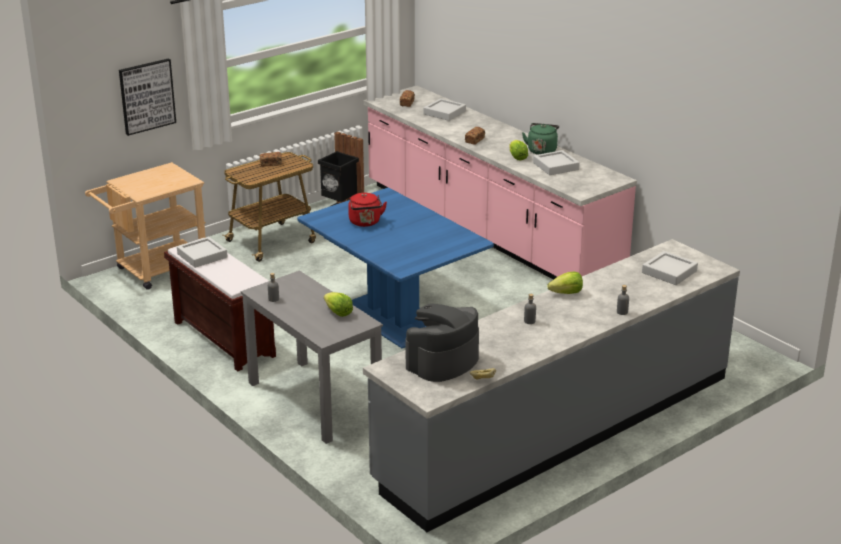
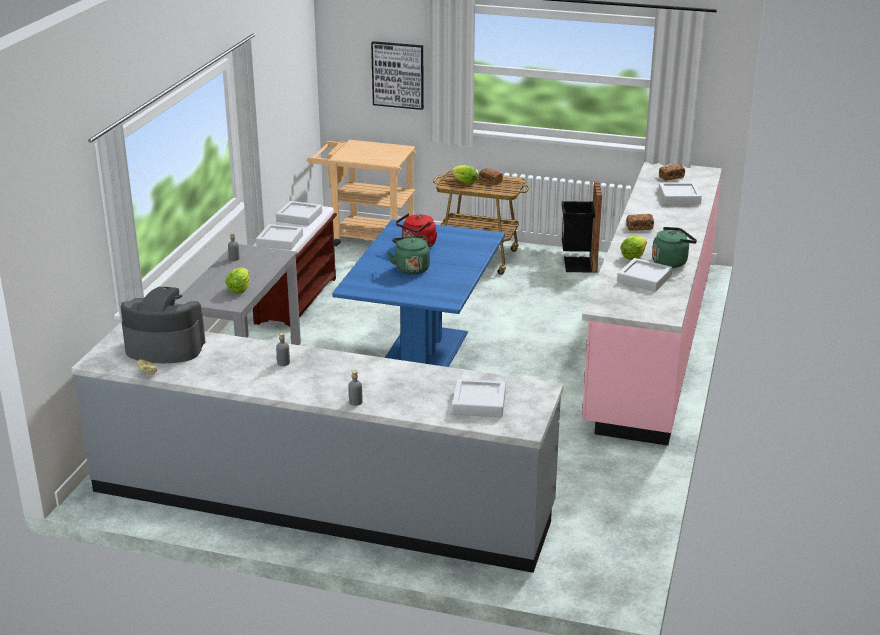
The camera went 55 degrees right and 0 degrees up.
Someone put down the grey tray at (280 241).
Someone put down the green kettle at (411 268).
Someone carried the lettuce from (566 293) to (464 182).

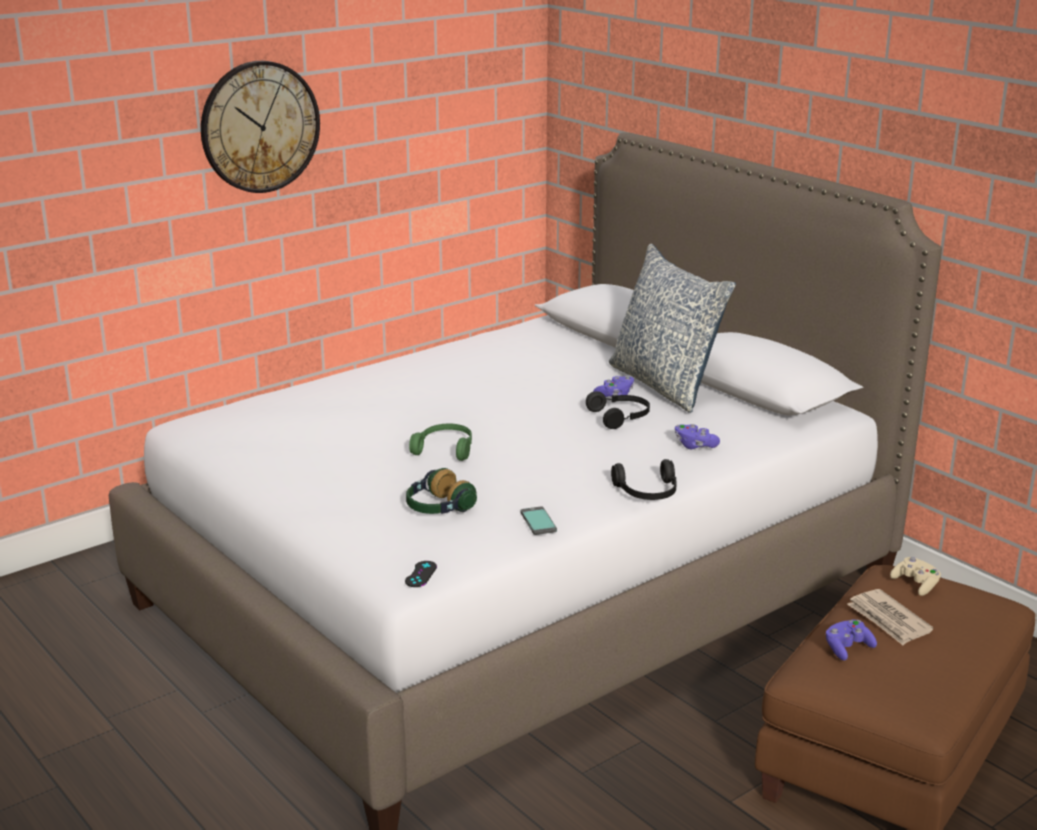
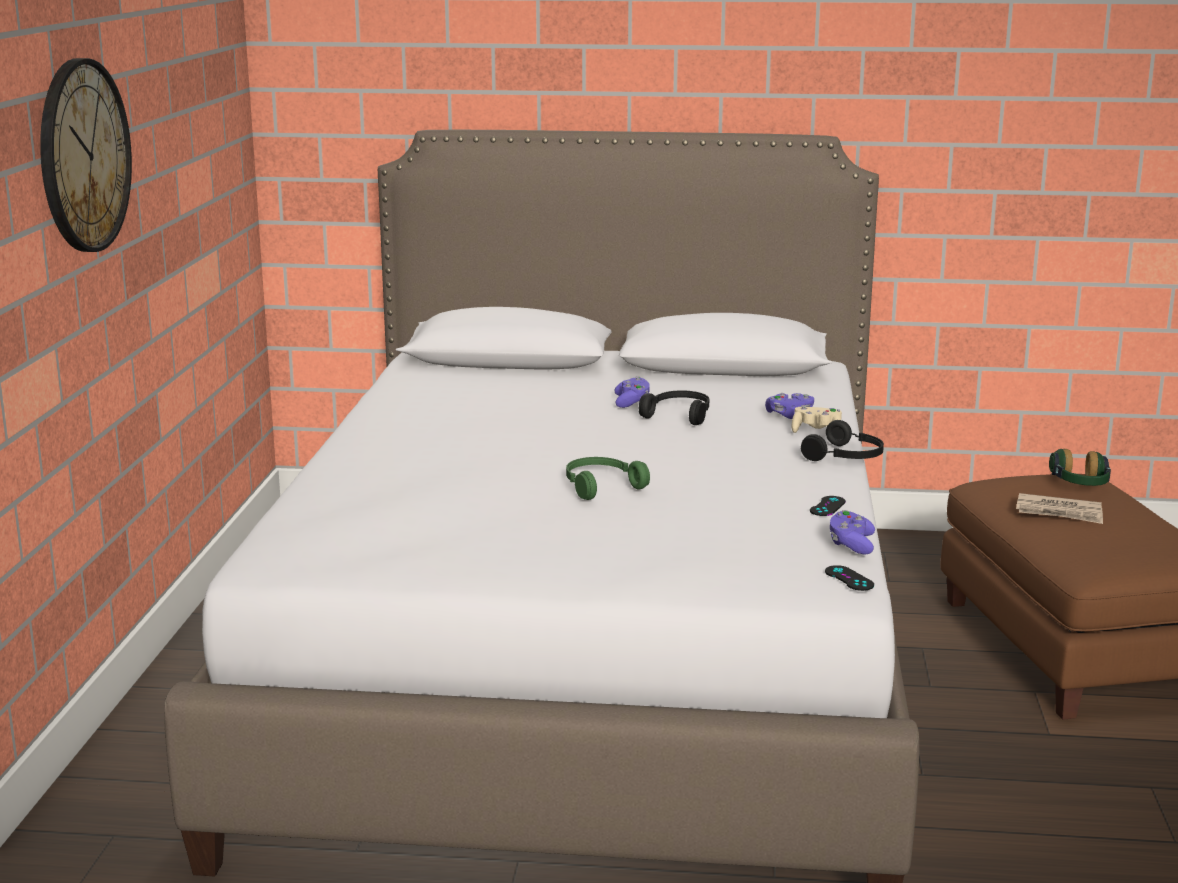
The camera went 45 degrees left and 5 degrees down.
Someone took away the pillow at (665 385).
Someone carried the headphones from (438 509) to (1080 485).
Someone carried the purple game controller from (847 648) to (851 545).
Someone carried the beige game controller from (916 584) to (816 431).
Someone swapped the phone at (538 522) for the black game controller at (827 506).

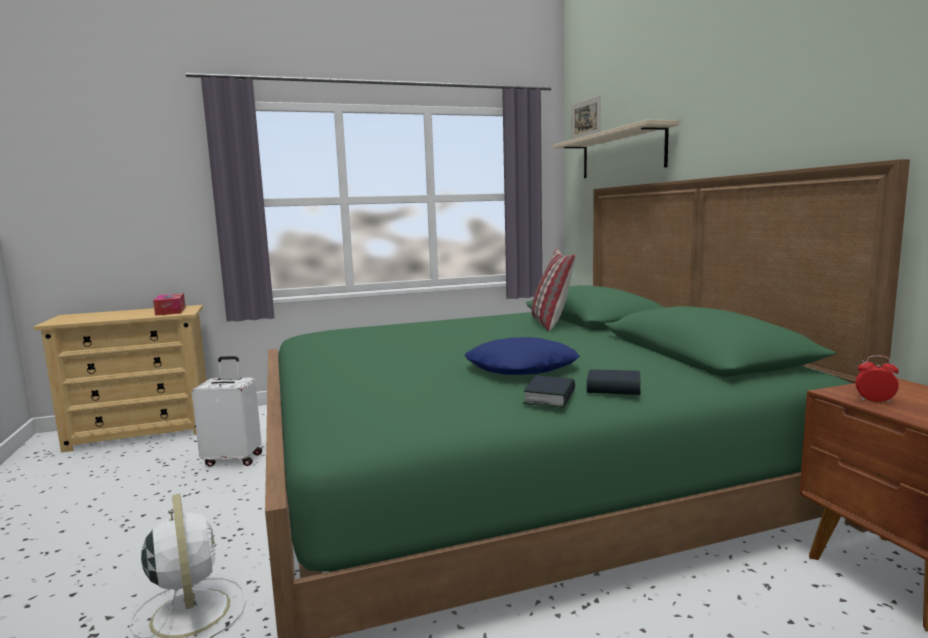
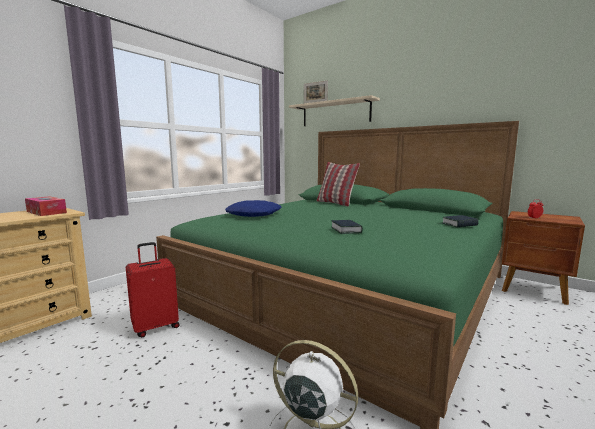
The camera went 35 degrees left and 0 degrees up.
Someone carried the blue pillow from (521 368) to (253 215).
Someone carried the book from (550 398) to (346 230).
Someone repainted the white suitcase at (233 459), which became the red suitcase at (155 327).

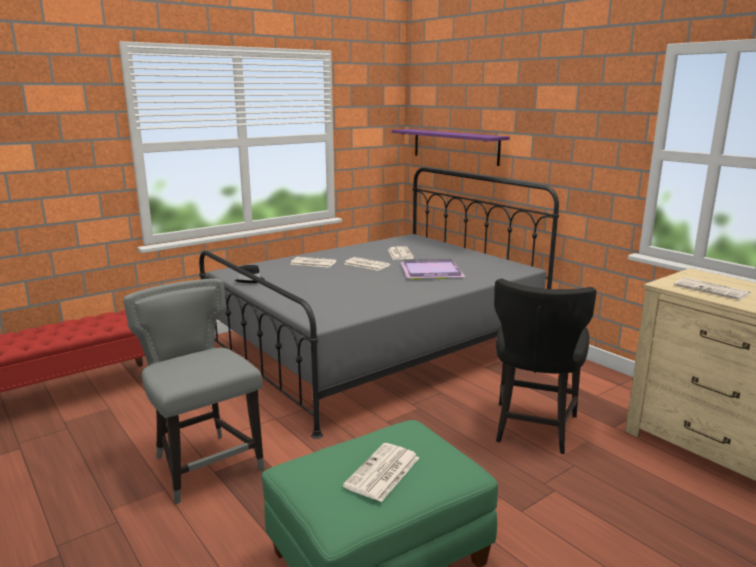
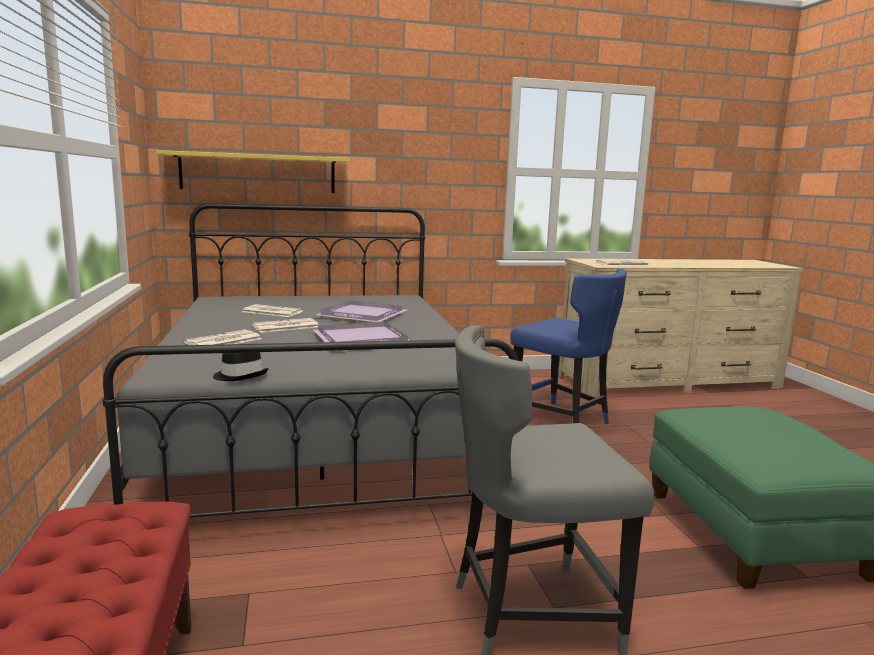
The camera went 65 degrees left and 5 degrees down.
Someone took away the newspaper at (382 473).
Someone put down the purple tray at (363 339).
Someone repainted the purple shelf at (455 146), which became the yellow shelf at (258 173).
Someone repainted the black chair at (532 428), which became the blue chair at (562 421).

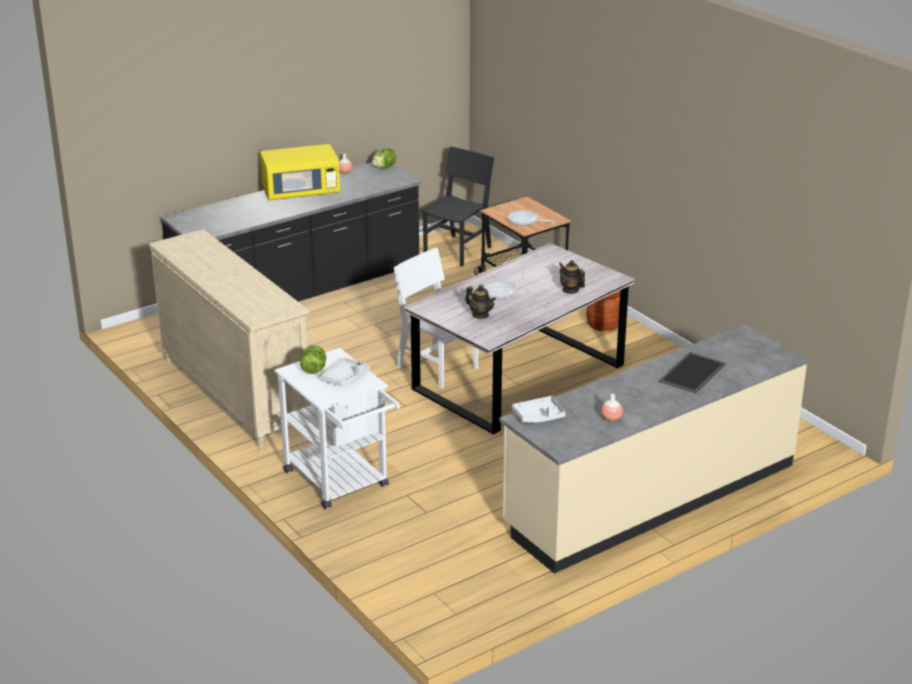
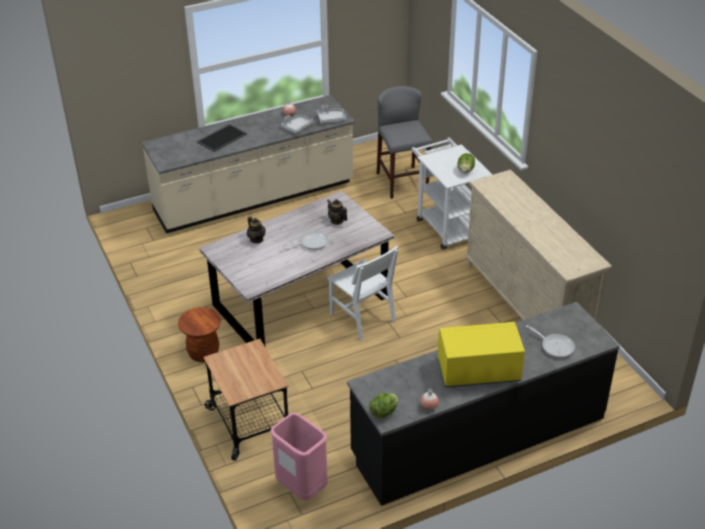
The camera went 170 degrees left and 10 degrees up.
Someone put down the grey stool at (402 182).
Someone carried the grey tray from (346 378) to (297 127).
Someone carried the frying pan from (525 221) to (555 346).
Someone swapped the black chair at (457 251) for the pink trash can at (301 488).

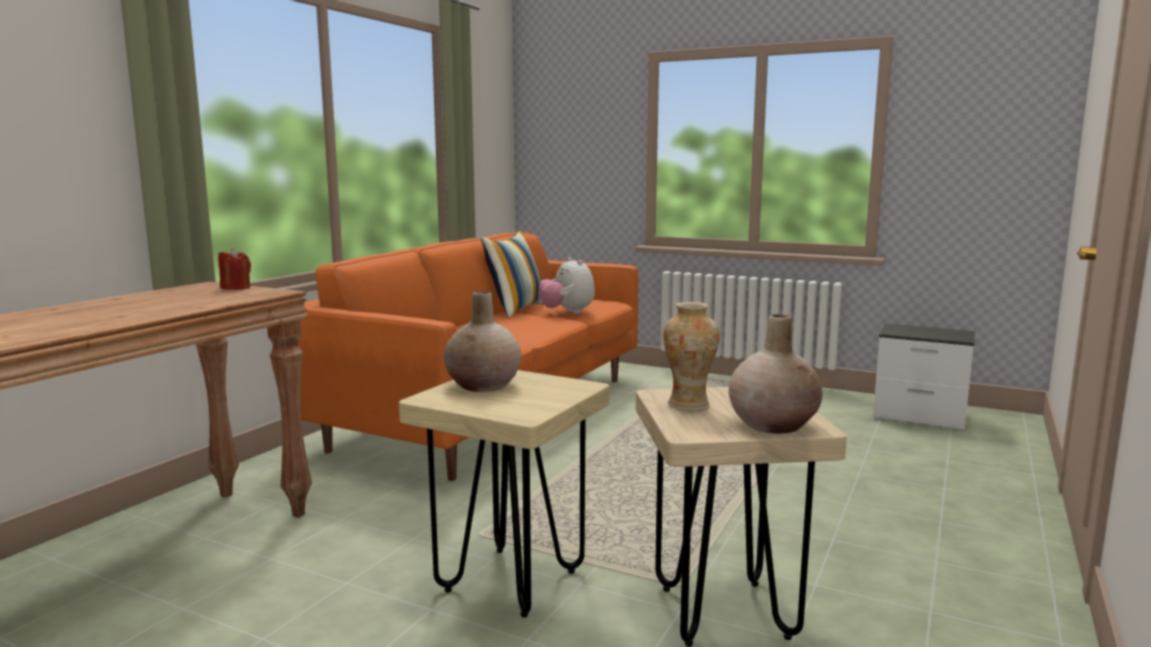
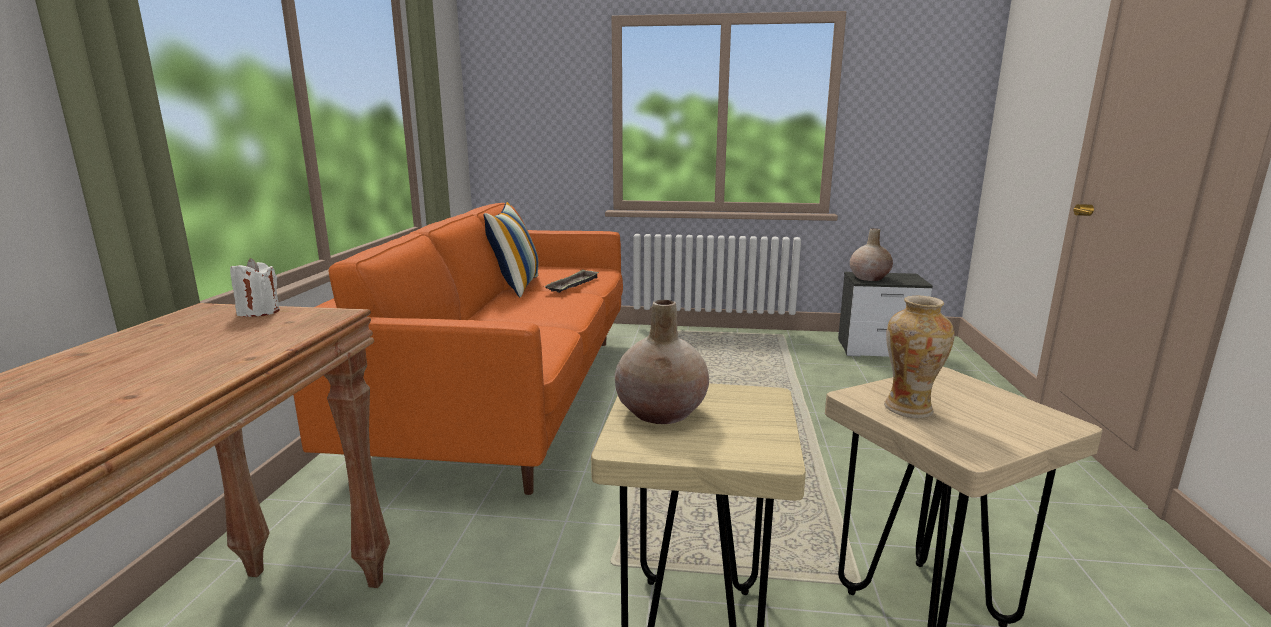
The camera went 20 degrees left and 5 degrees up.
Someone carried the beige vase from (773 424) to (869 278).
Someone swapped the plush toy at (567 312) for the tray at (573 285).
Someone repainted the red candle at (236 287), which became the white candle at (259 312).

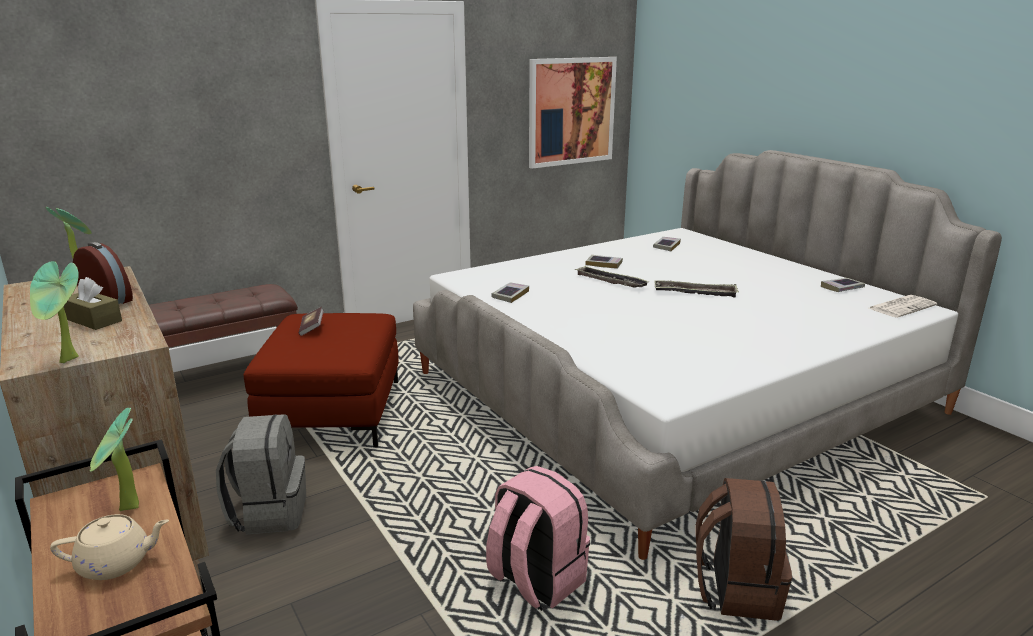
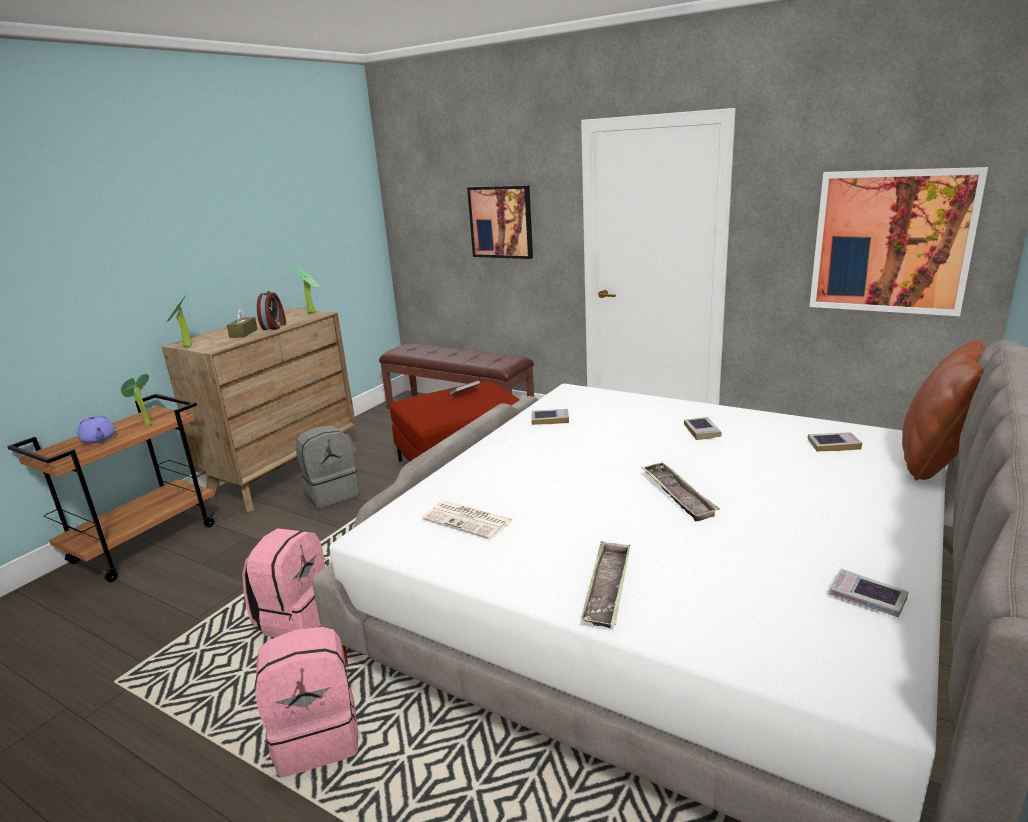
The camera went 65 degrees right and 0 degrees up.
Someone put up the picture at (501 222).
Someone put down the brown pillow at (937 461).
Someone carried the tray from (610 281) to (607 588).
Someone carried the newspaper from (902 307) to (469 520).
Someone repainted the beige teapot at (116 563), which became the purple teapot at (99 439).
Someone repainted the brown backpack at (735 589), which became the pink backpack at (317 737).

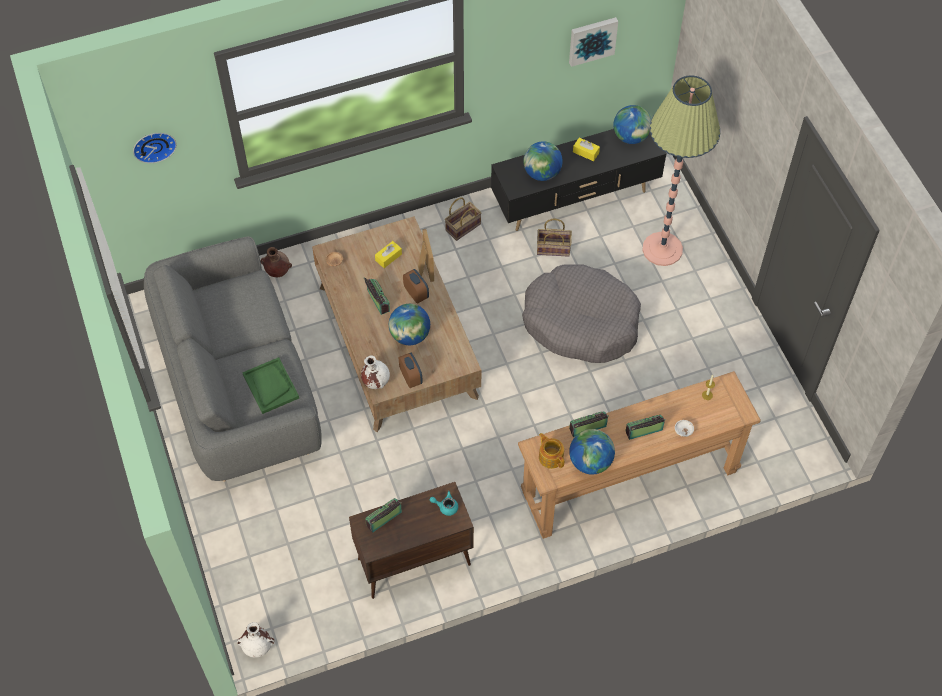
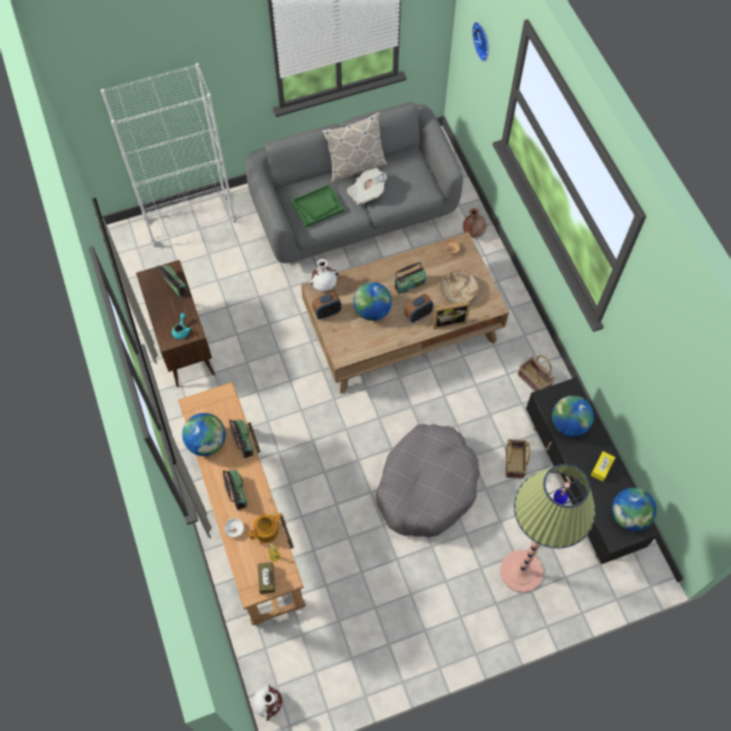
The camera went 90 degrees right and 5 degrees up.
Someone took away the picture at (592 40).
Someone put down the white bookcase at (190 221).
Someone put down the brown tissue box at (266 579).
Someone put down the pillow at (355 166).
Someone put down the newspaper at (366 192).
Someone carried the white vase from (258 647) to (268 704).
Someone carried the teapot from (551 457) to (267 531).
Someone swapped the yellow tissue box at (388 257) for the beige bowl at (458 292).

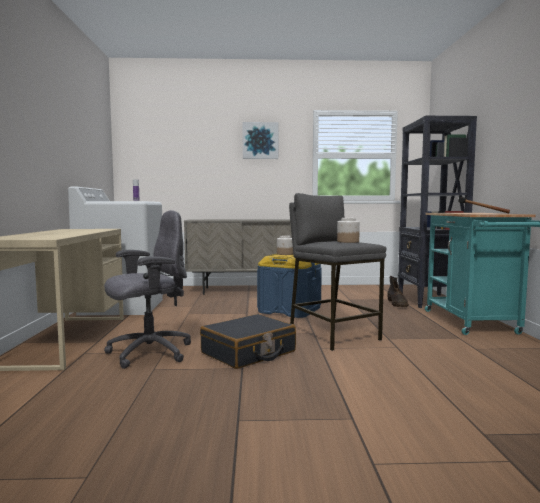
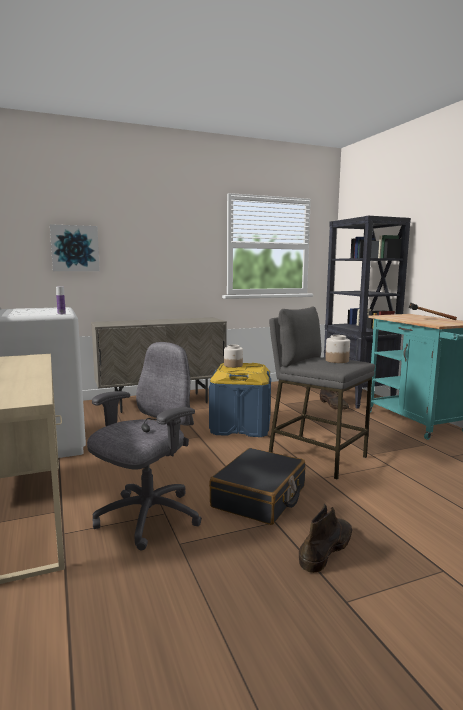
The camera went 20 degrees left and 5 degrees up.
Someone put down the brown boot at (326 548).
Someone carried the picture from (260 141) to (75 248).

